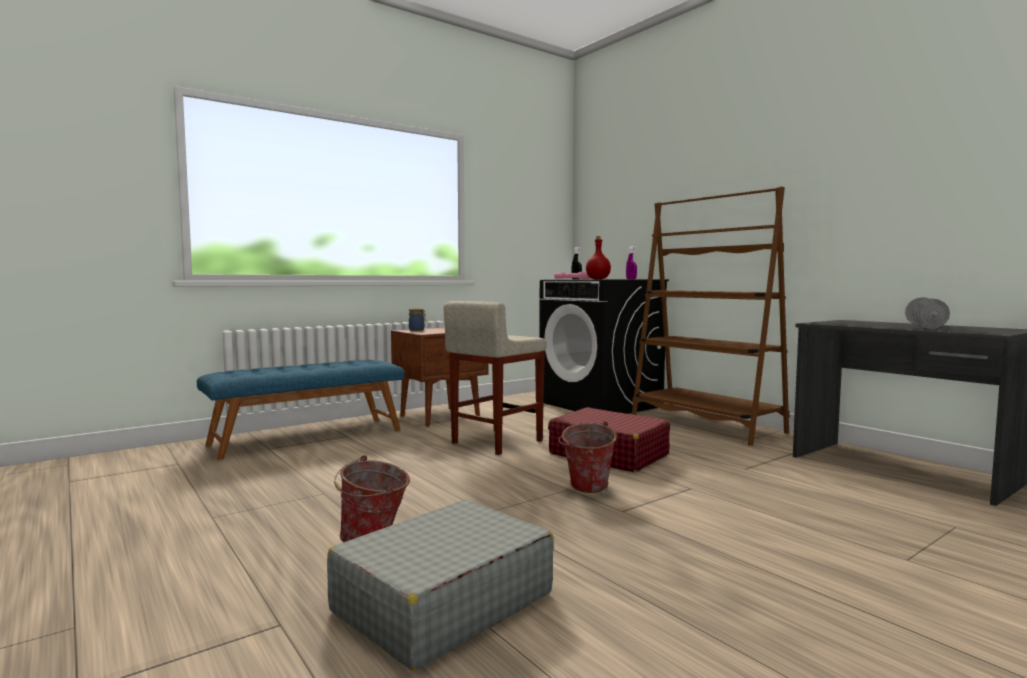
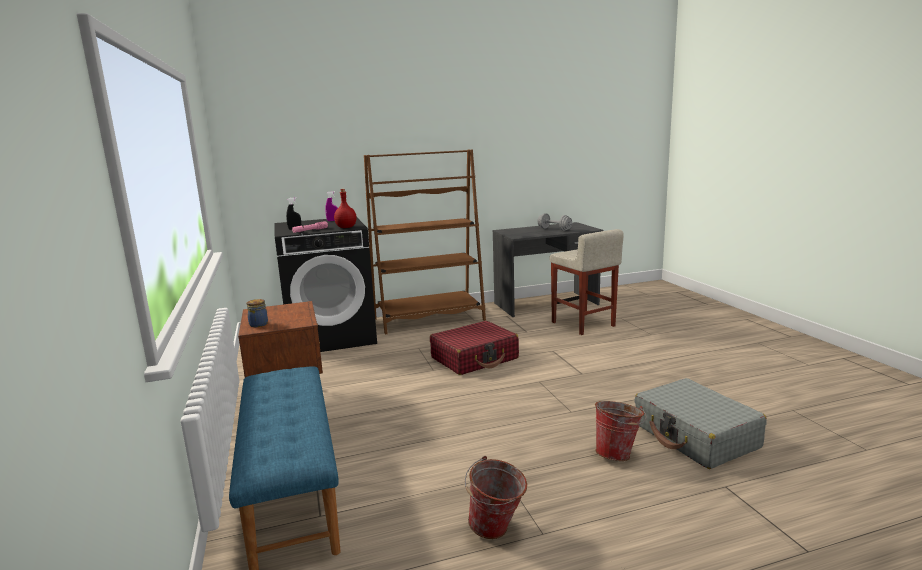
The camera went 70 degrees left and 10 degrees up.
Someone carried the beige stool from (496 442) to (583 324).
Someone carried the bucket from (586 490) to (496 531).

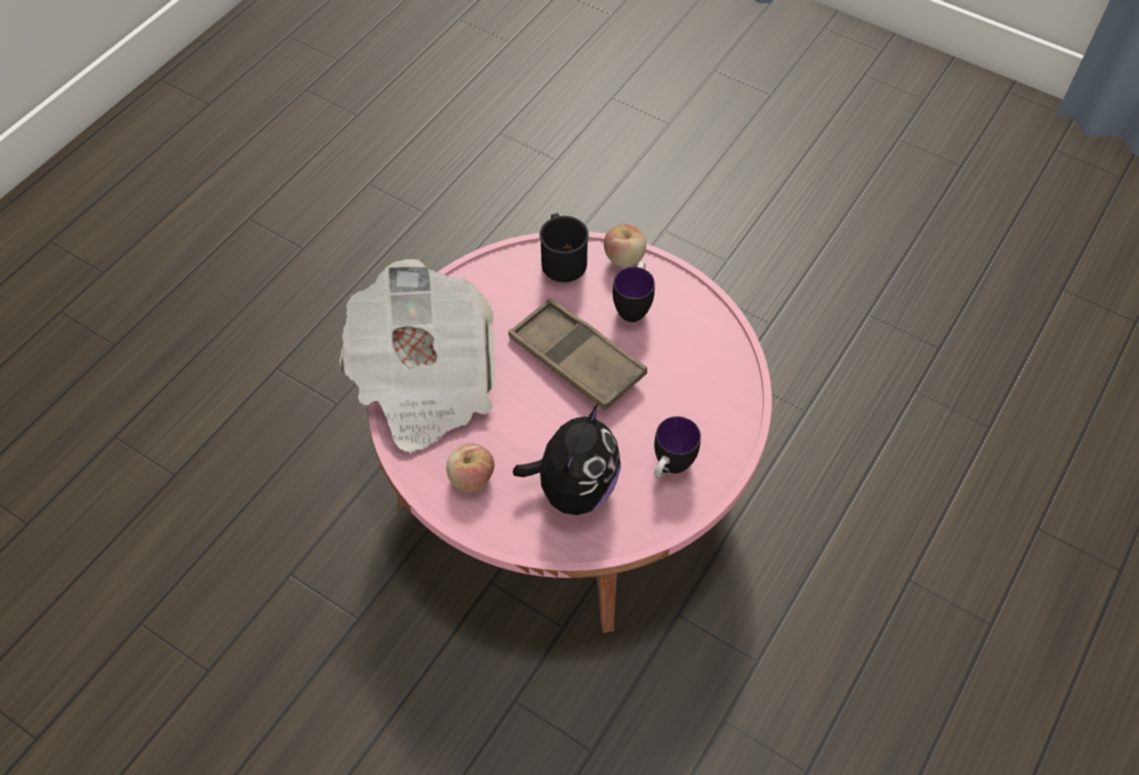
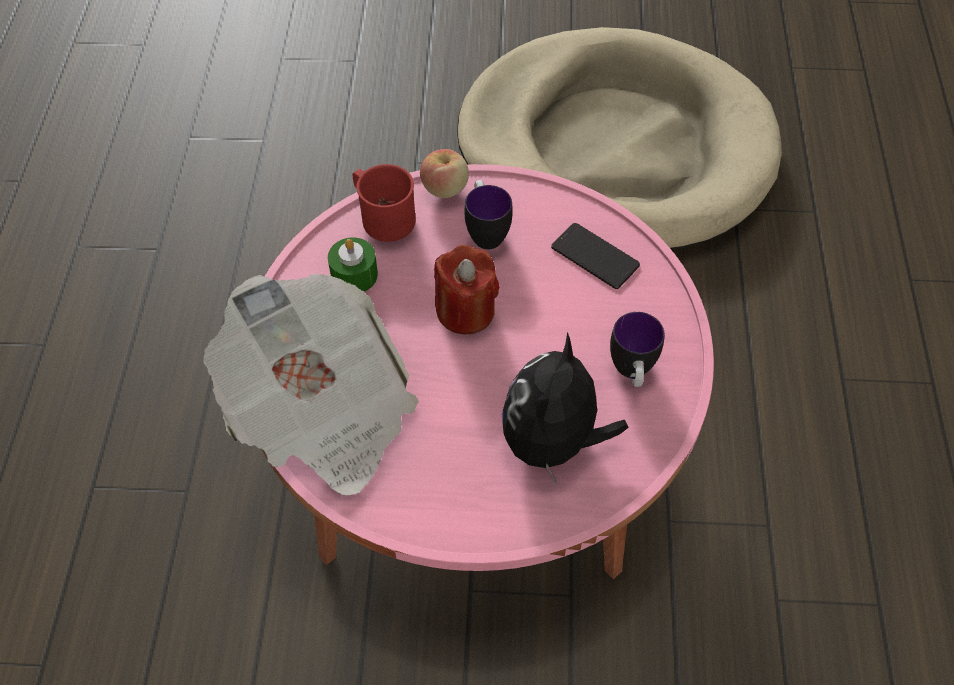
The camera went 30 degrees left and 0 degrees up.
Someone took away the apple at (471 478).
Someone put down the green candle at (354 275).
Someone put down the beige dog bed at (615 148).
Someone put down the phone at (595 256).
Someone swapped the brown tray at (576 359) for the red candle at (465 311).
Someone repainted the black mug at (562 258), which became the red mug at (382 216).
Someone rotated the plush toy at (574 488) by 150 degrees counterclockwise.

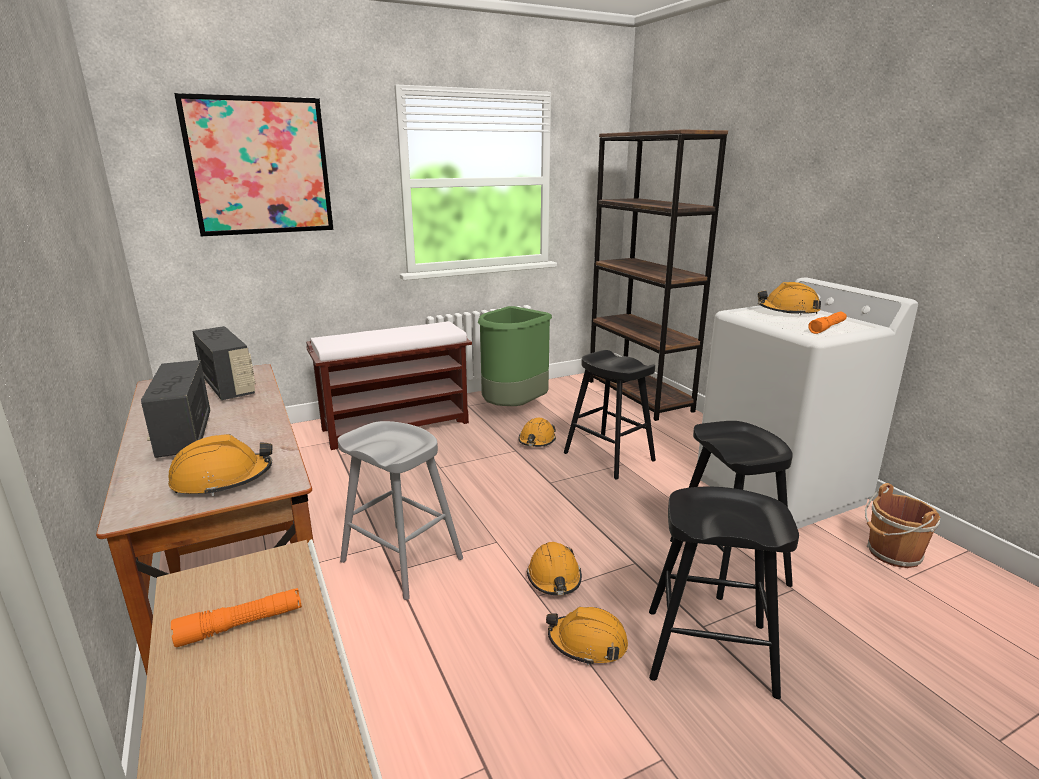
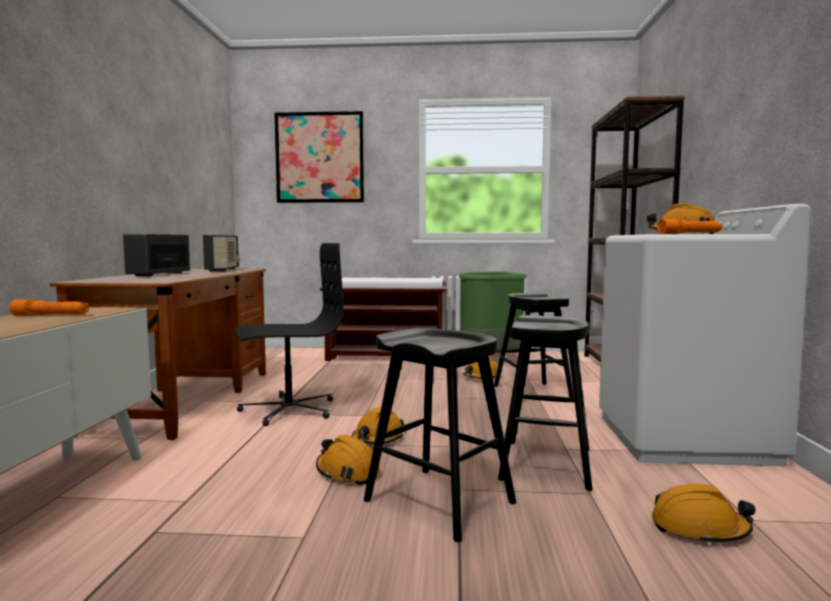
The camera went 30 degrees right and 15 degrees down.
Someone took away the brown bucket at (892 554).
Someone carried the orange hard hat from (222 479) to (699 529).
Someone swapped the grey stool at (401 560) for the black office chair at (288 410).

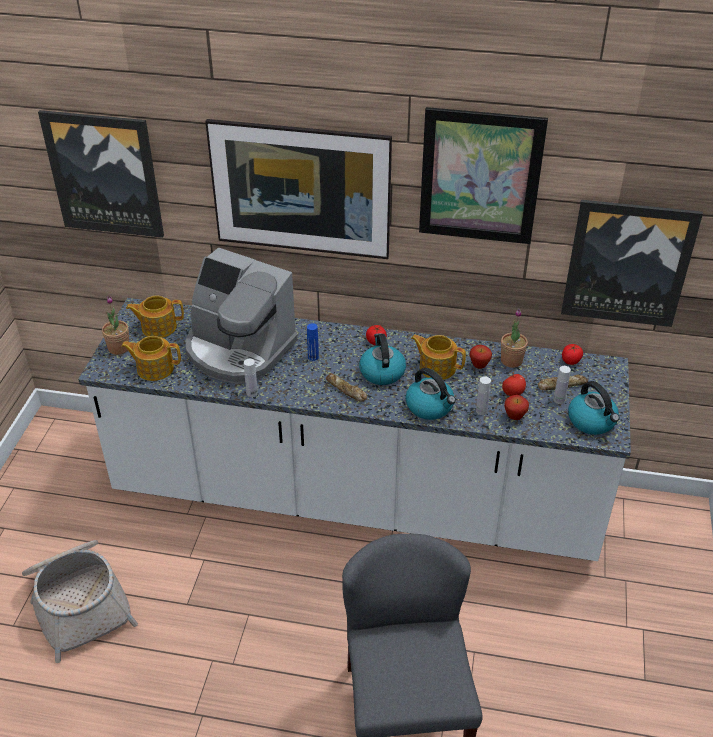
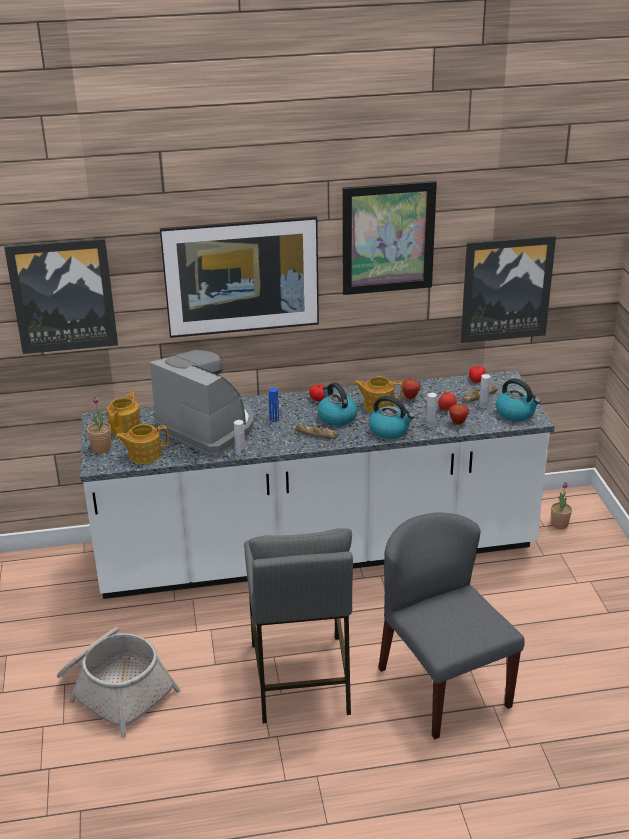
The camera went 20 degrees left and 10 degrees down.
Someone put down the grey stool at (300 678).
Someone carried the potted plant from (511 360) to (559 524).
Someone rotated the teapot at (158 327) by 135 degrees clockwise.
Someone rotated the coffee machine at (238 350) by 150 degrees counterclockwise.

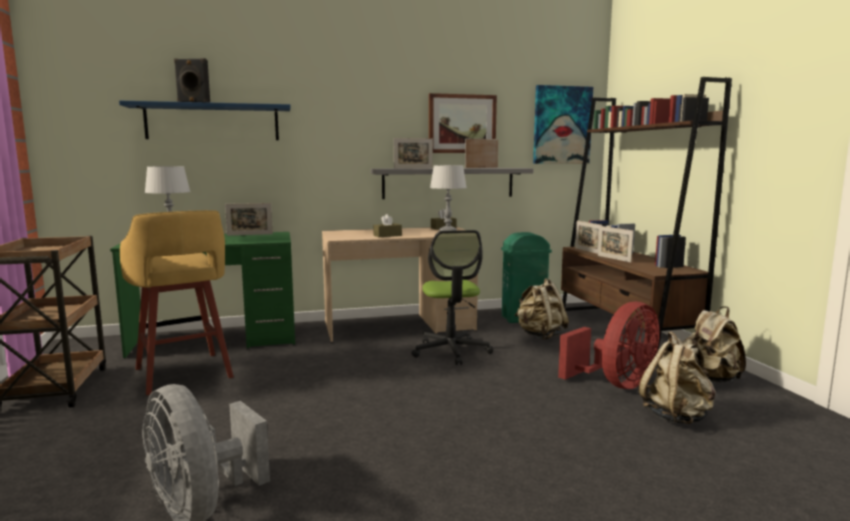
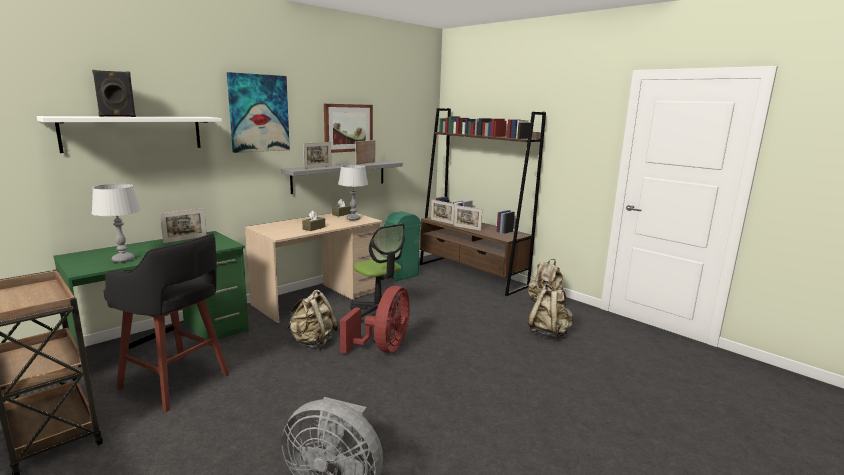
The camera went 30 degrees left and 5 degrees up.
Someone carried the beige backpack from (540 336) to (313 342).
Someone carried the picture from (562 125) to (259 113).
Someone carried the red fan from (616 384) to (383 348).
Someone repainted the blue shelf at (212 122), which became the white shelf at (134 133).
Someone repainted the yellow stool at (184 374), which became the black stool at (176 383).

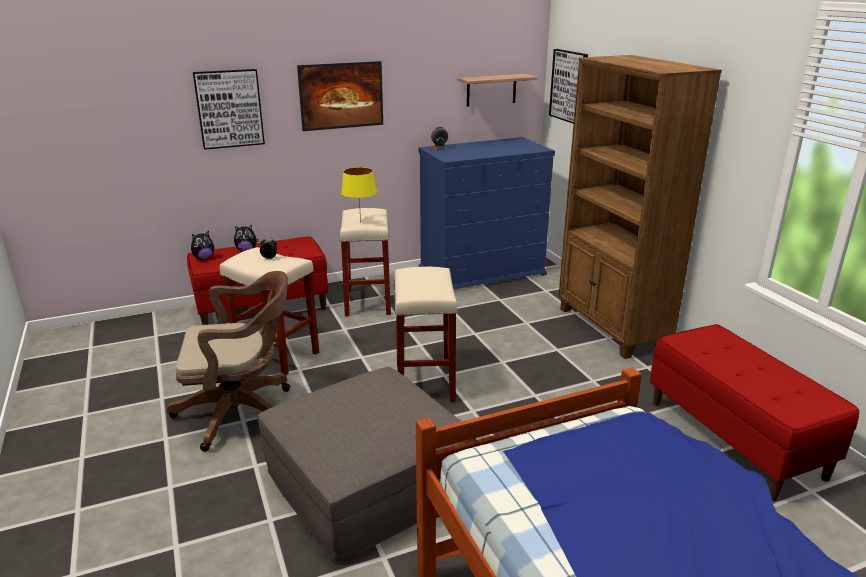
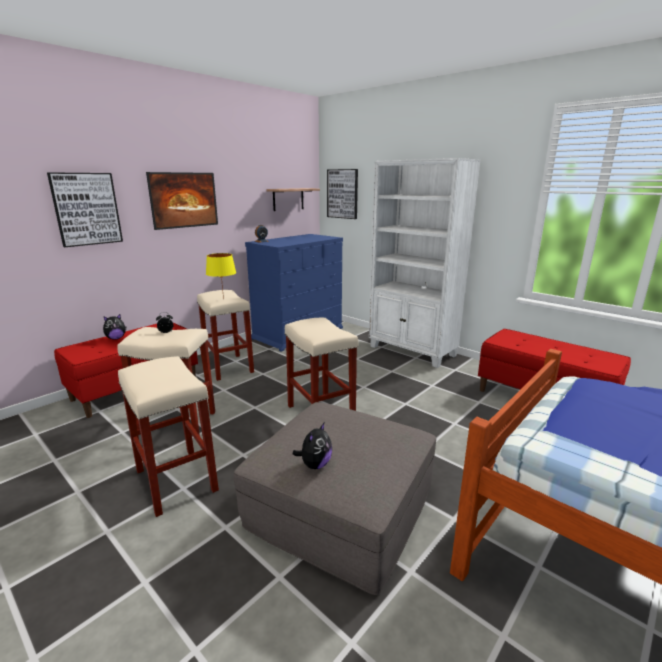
The camera went 25 degrees left and 5 degrees down.
Someone carried the plush toy from (203 258) to (315 464).
Someone swapped the brown office chair at (242 412) for the beige stool at (177 481).
Someone repainted the brown bookcase at (612 328), which became the white bookcase at (412 351).

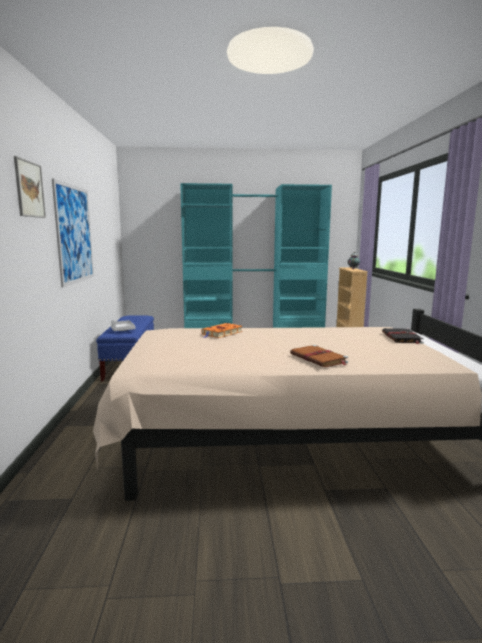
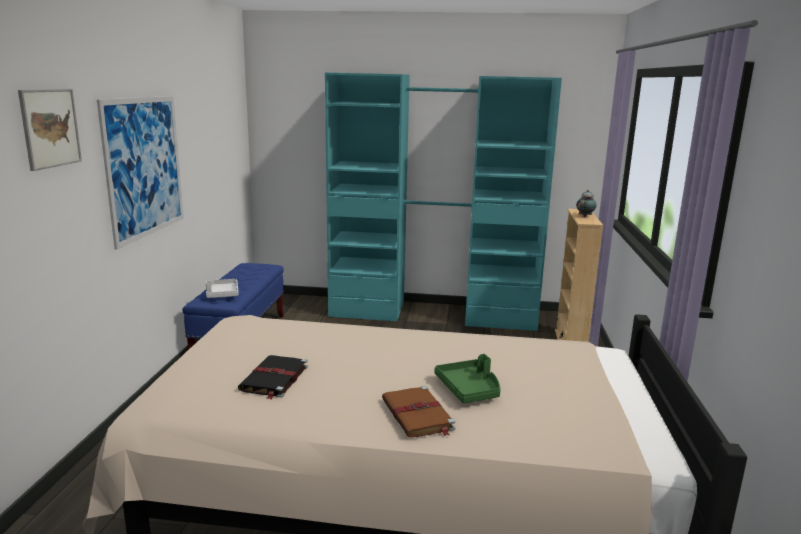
The camera went 10 degrees right and 5 degrees up.
Someone took away the orange book at (221 333).
Someone put down the green tray at (469 389).
Someone carried the black book from (402 338) to (274 379).

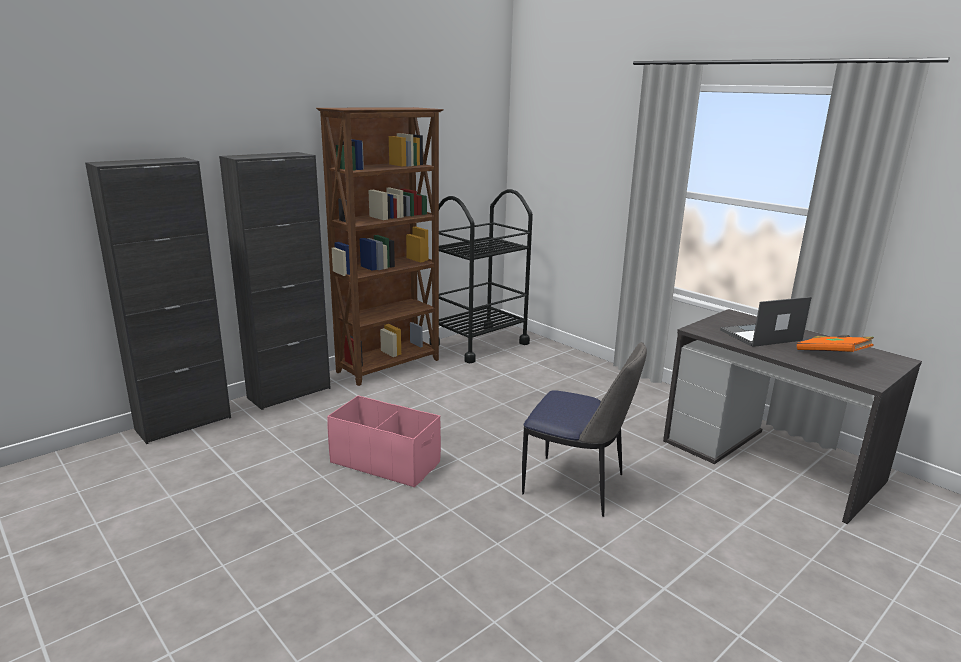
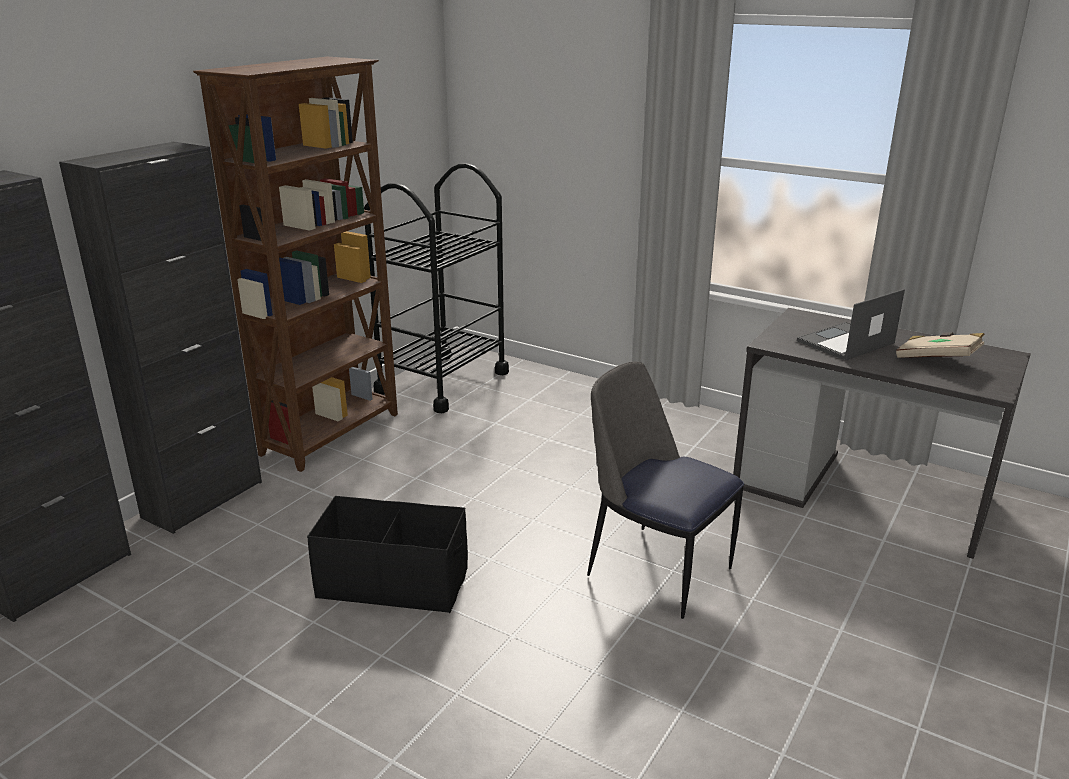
The camera went 15 degrees left and 5 degrees up.
Someone repainted the pink storage box at (385 462), which became the black storage box at (393 582).
Someone repainted the orange book at (832 355), which became the beige book at (937 360).
Someone rotated the chair at (576 486) by 150 degrees counterclockwise.

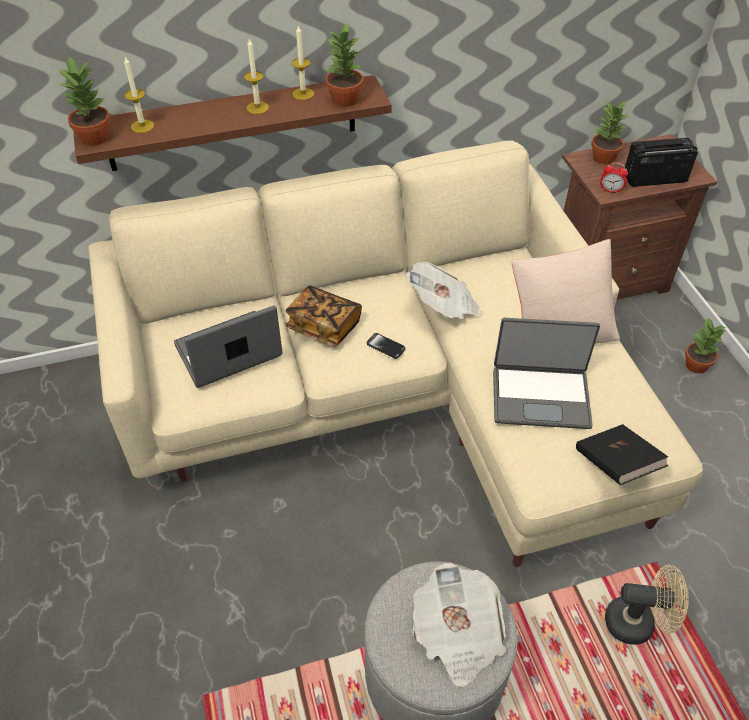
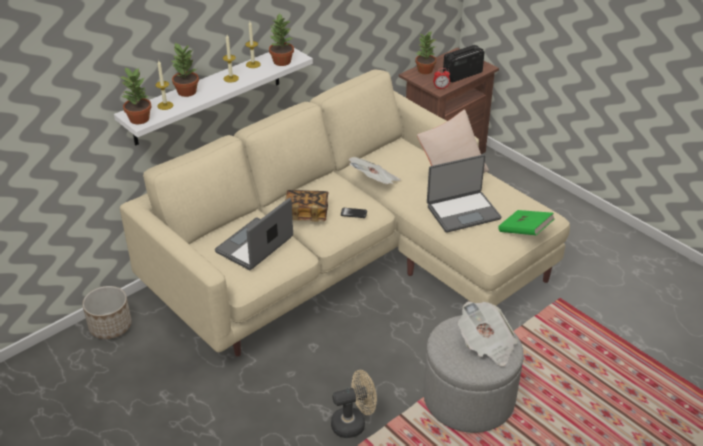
The camera went 25 degrees left and 10 degrees down.
Someone put down the planter at (110 326).
Someone carried the beige fan from (637 623) to (353 423).
Someone carried the potted plant from (695 365) to (186 91).
Someone repainted the brown shelf at (232 123), which became the white shelf at (208 95).
Someone repainted the black book at (616 464), which became the green book at (524 232).

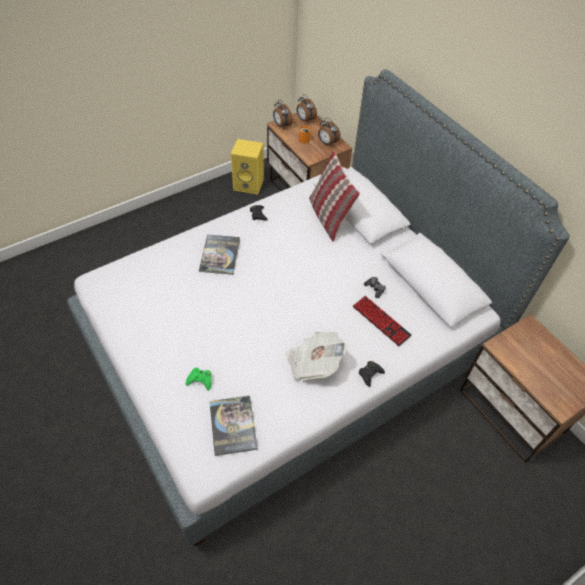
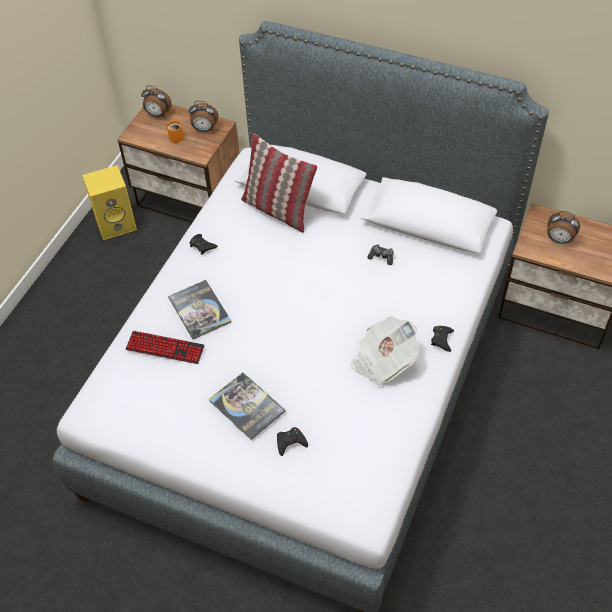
The camera went 30 degrees left and 0 degrees up.
Someone carried the book from (233 425) to (247 406).
Someone carried the alarm clock from (281 125) to (559 240).
Someone carried the keyboard from (381 321) to (165 348).
Someone repainted the green game controller at (200 380), which became the black game controller at (290 442).

